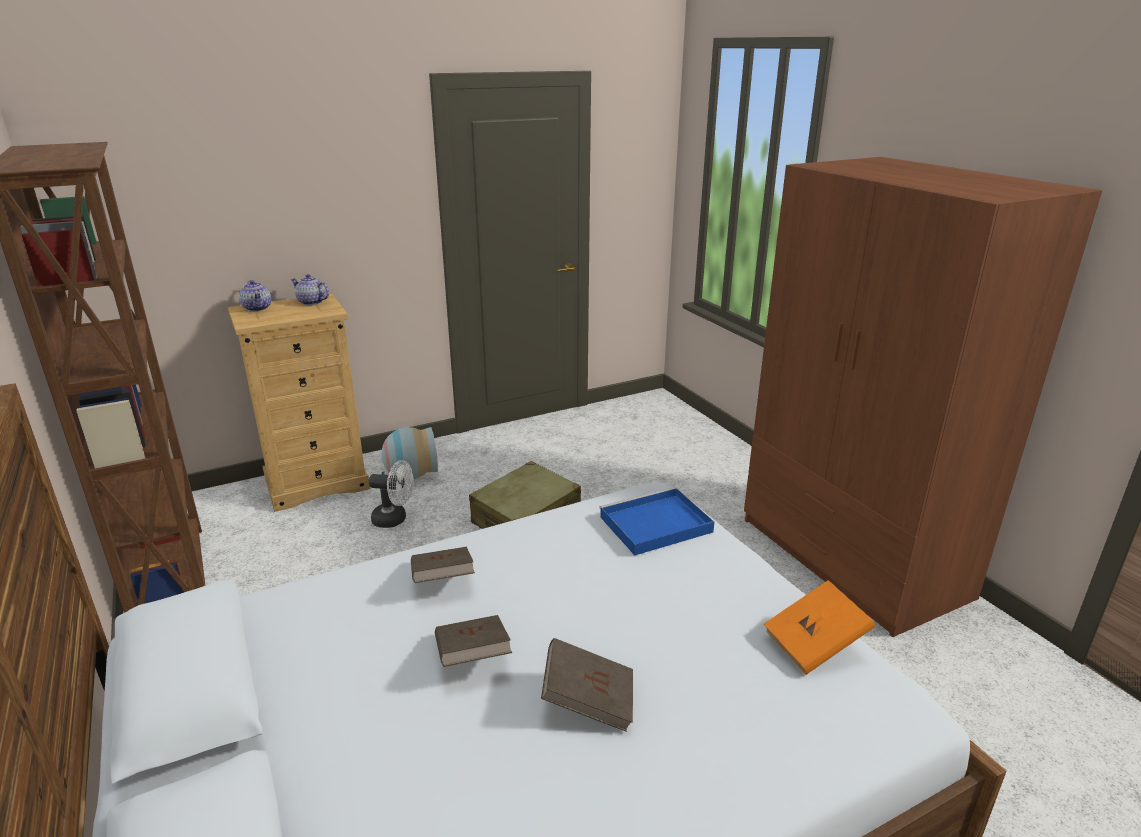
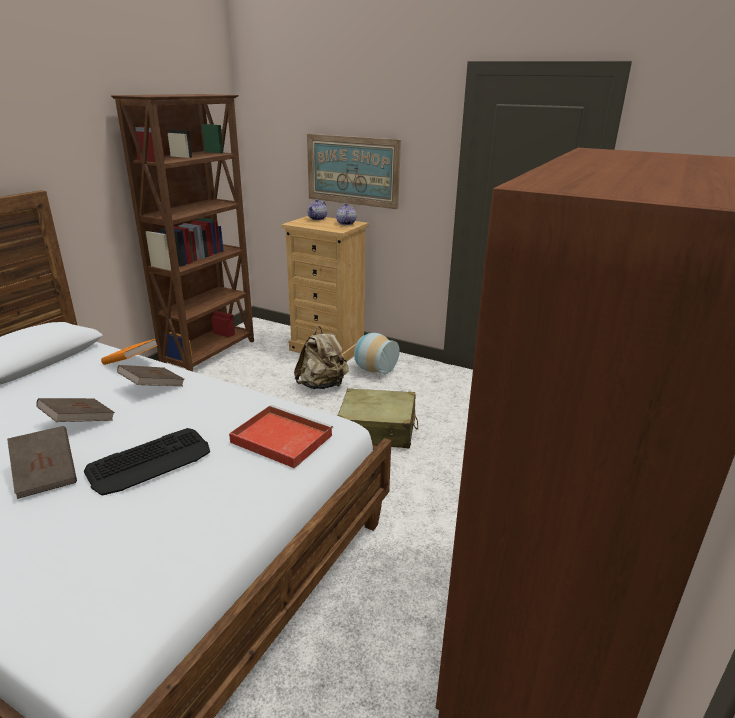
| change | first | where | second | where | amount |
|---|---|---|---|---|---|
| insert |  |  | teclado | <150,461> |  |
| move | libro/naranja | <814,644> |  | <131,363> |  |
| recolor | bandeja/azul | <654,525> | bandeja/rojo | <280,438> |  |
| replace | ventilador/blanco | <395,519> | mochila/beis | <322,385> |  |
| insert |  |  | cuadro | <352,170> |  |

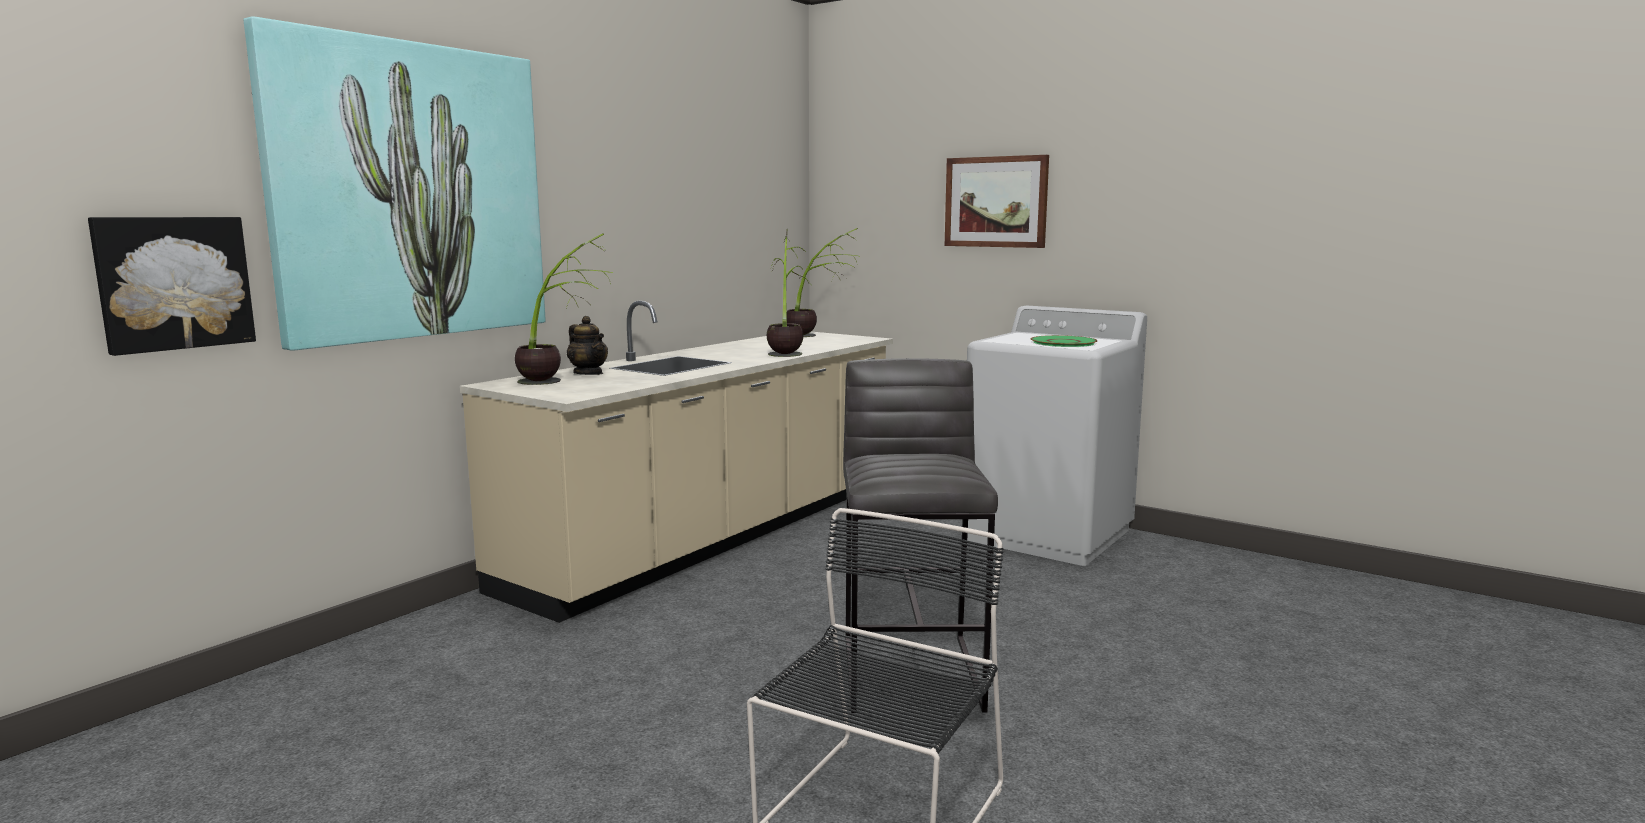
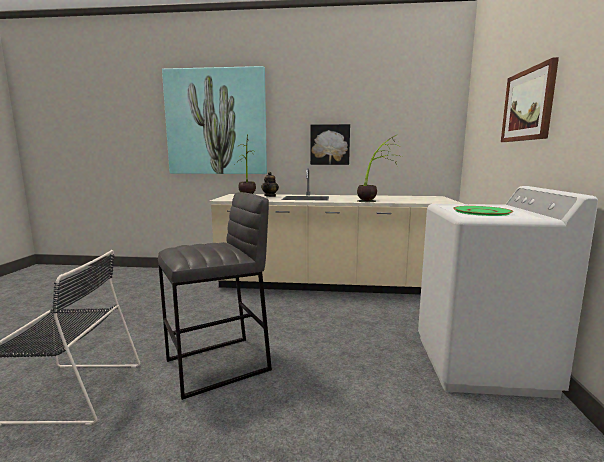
| change | first | where | second | where | amount |
|---|---|---|---|---|---|
| move | cuadro | <174,283> |  | <330,144> |  |
| delete | planta en maceta | <818,336> |  |  |  |

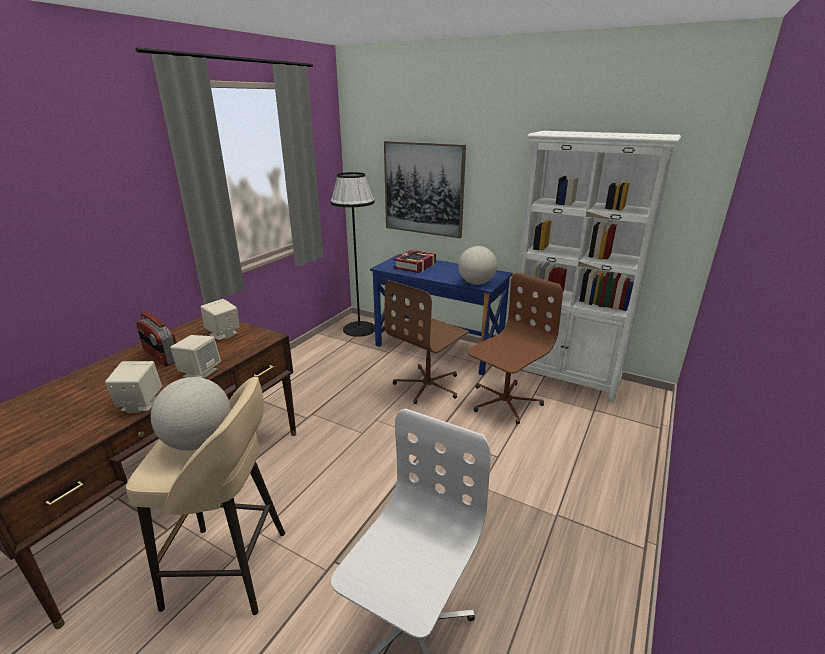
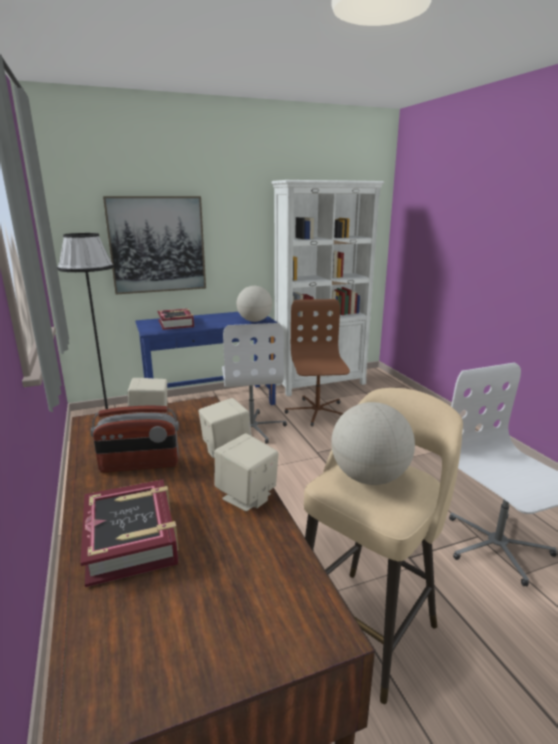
| change | first | where | second | where | amount |
|---|---|---|---|---|---|
| insert |  |  | libro | <132,538> |  |
| recolor | silla de oficina/marrón | <428,385> | silla de oficina/blanco | <252,428> |  |

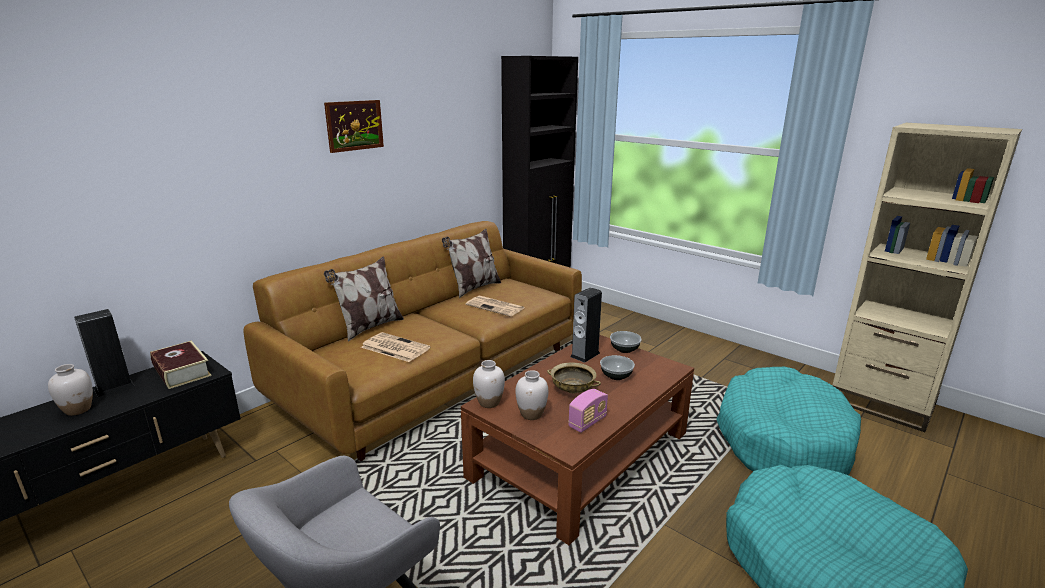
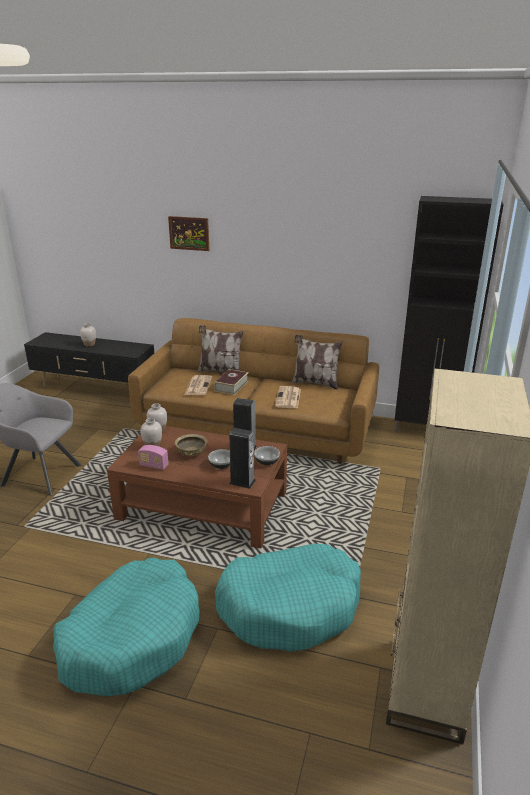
| change | first | where | second | where | amount |
|---|---|---|---|---|---|
| move | cuadro | <354,125> |  | <189,233> |  |
| move | libro | <182,371> |  | <231,386> |  |
| move | altavoz | <114,387> |  | <242,482> |  |

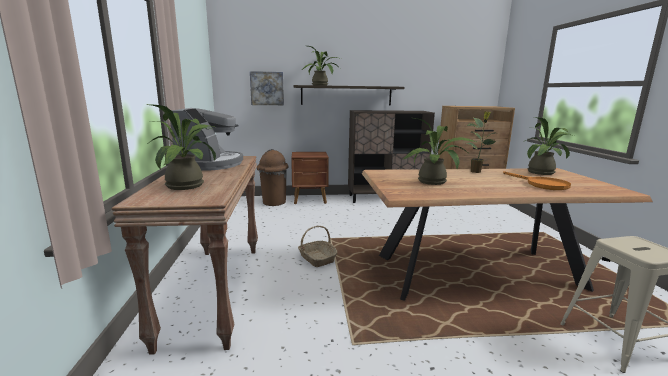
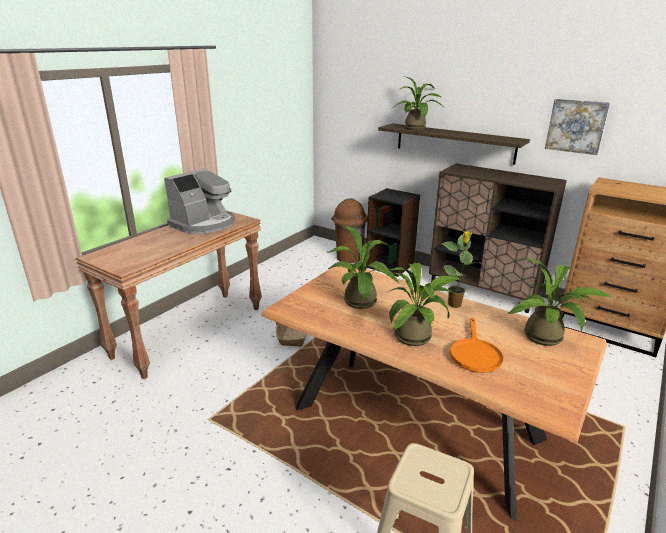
| change | first | where | second | where | amount |
|---|---|---|---|---|---|
| replace | mesita de noche/marrón | <310,199> | estantería/negro | <390,265> |  |
| move | planta en maceta | <189,185> |  | <417,337> |  |
| move | cuadro | <267,88> |  | <576,126> |  |

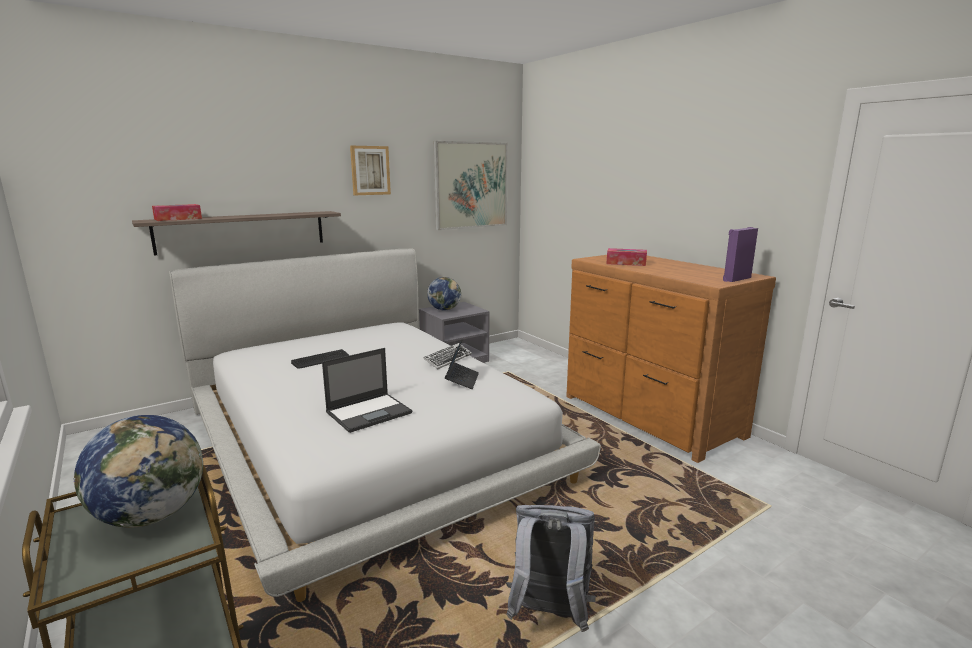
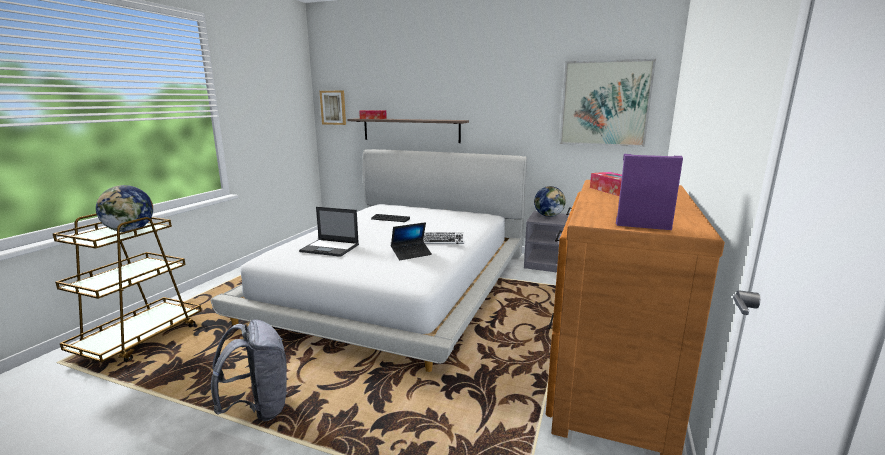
| change | first | where | second | where | amount |
|---|---|---|---|---|---|
| move | cuadro | <370,170> |  | <333,107> |  |

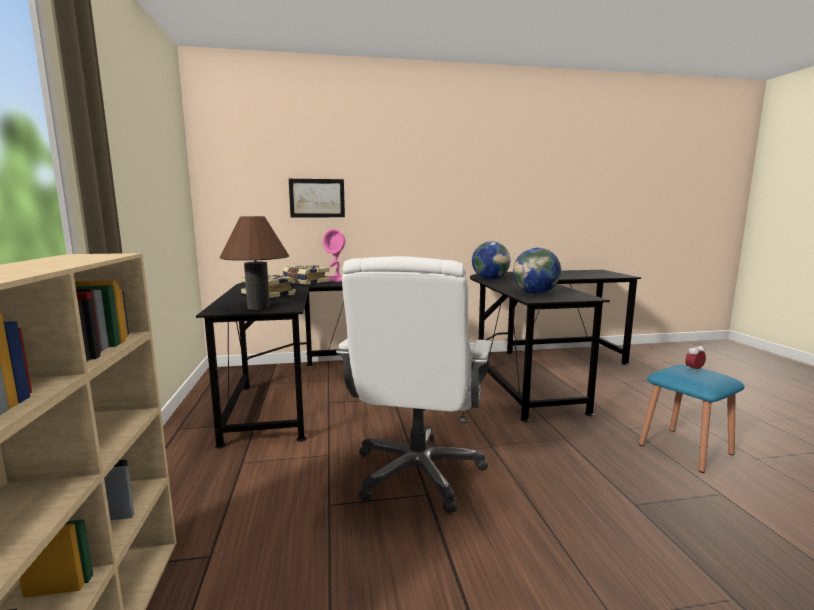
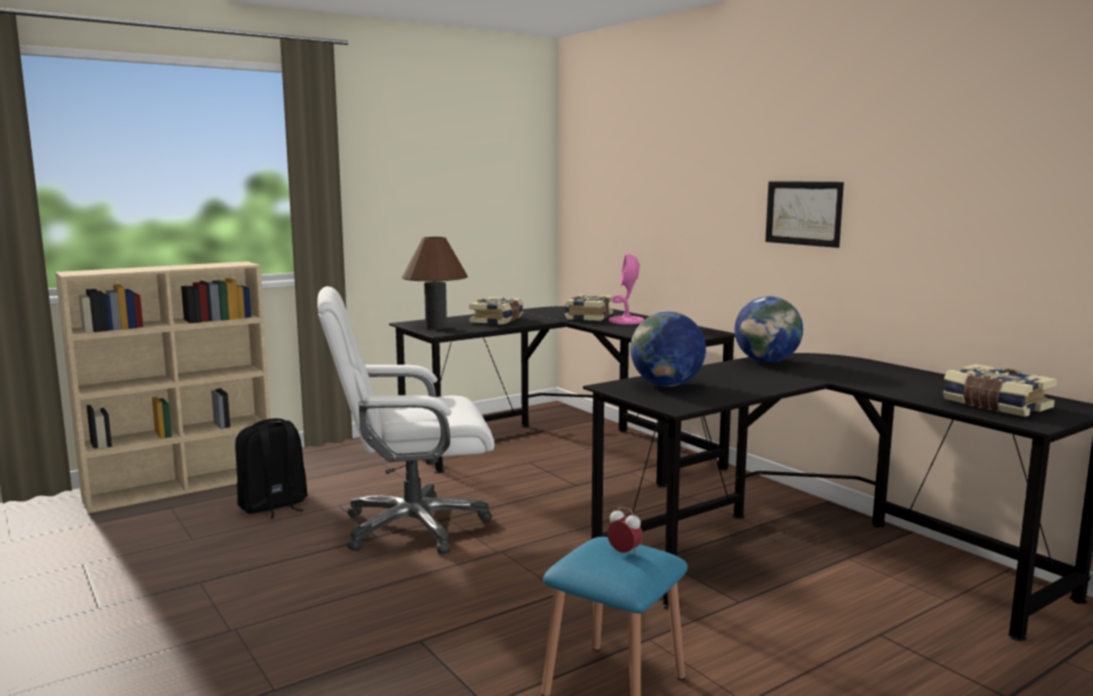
| change | first | where | second | where | amount |
|---|---|---|---|---|---|
| insert |  |  | mochila/negro | <273,506> |  |
| move | cuadro | <317,198> |  | <803,213> |  |
| insert |  |  | libro | <995,405> |  |

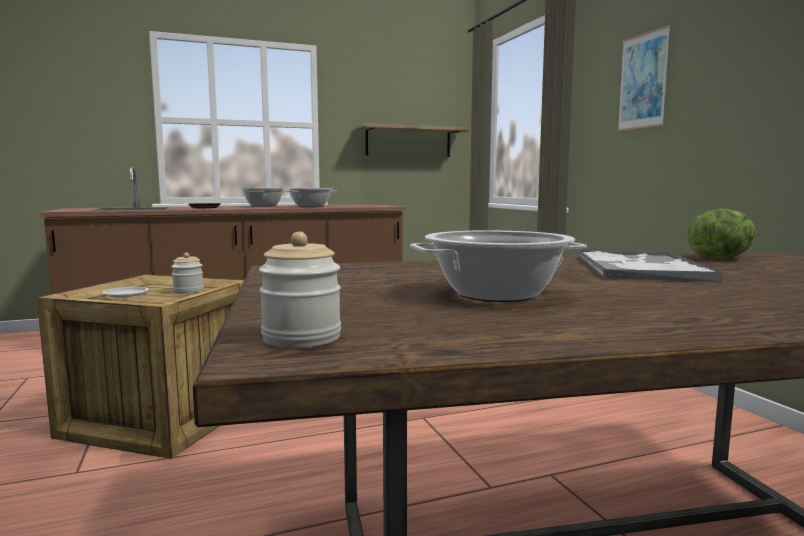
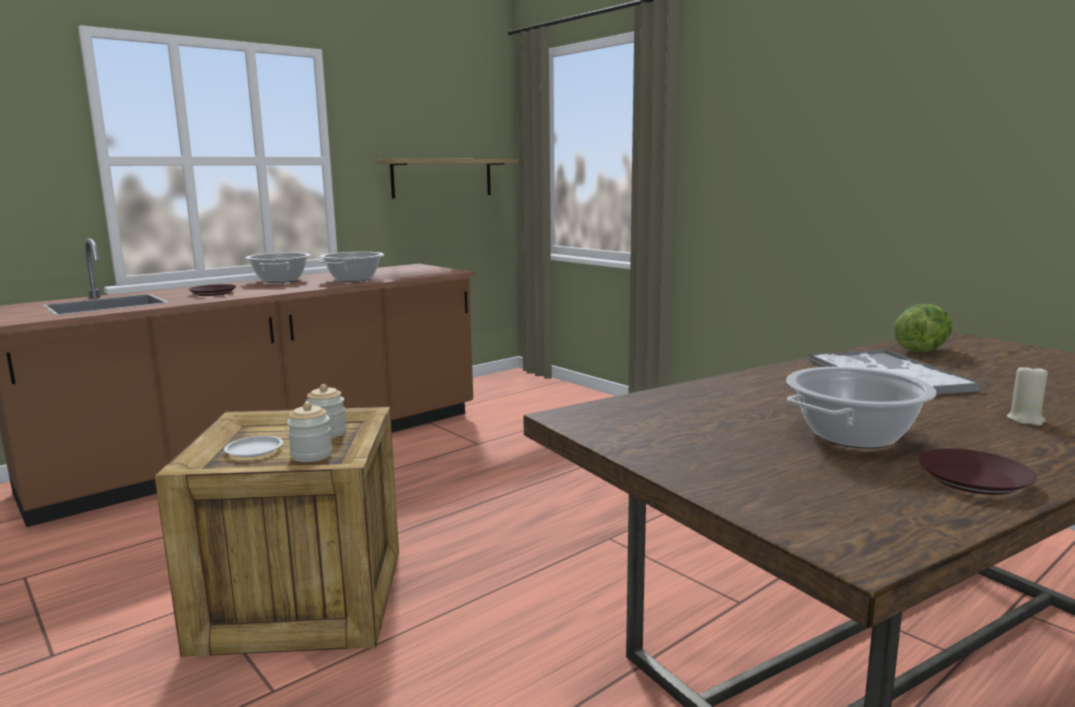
| change | first | where | second | where | amount |
|---|---|---|---|---|---|
| move | tarro | <301,338> |  | <311,455> |  |
| insert |  |  | plato/marrón | <974,480> |  |
| insert |  |  | vela/beis | <1025,420> |  |
| delete | cuadro | <643,81> |  |  |  |

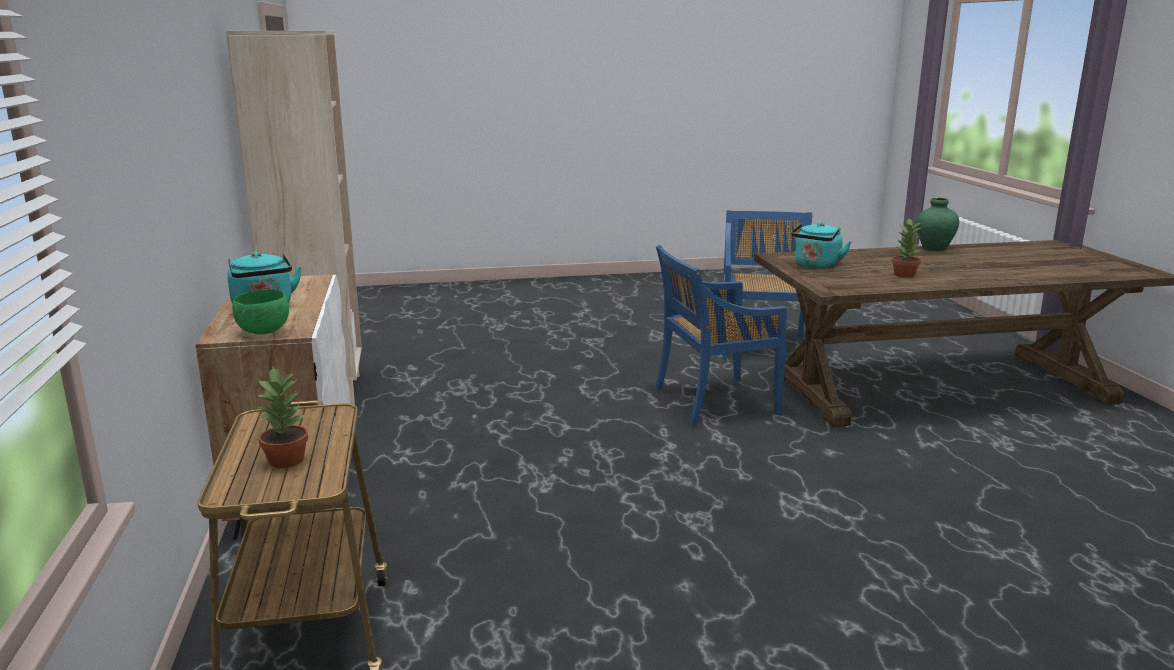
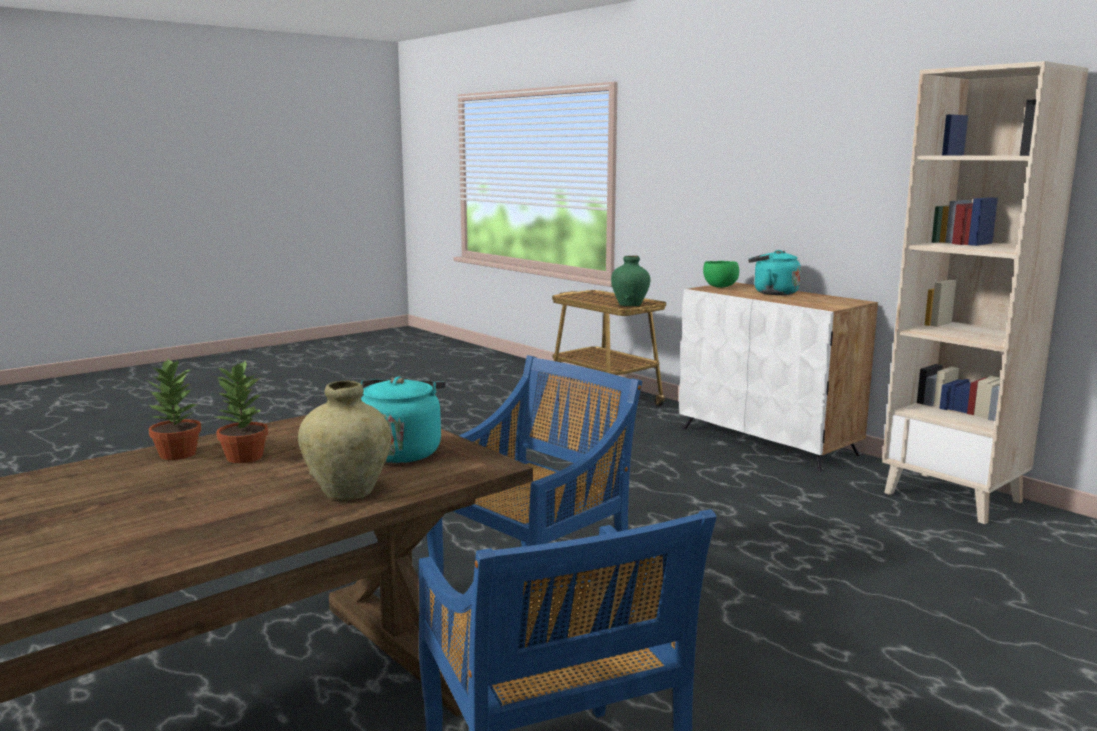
| change | first | where | second | where | amount |
|---|---|---|---|---|---|
| move | planta en maceta | <287,460> |  | <177,454> |  |
| insert |  |  | florero/beis | <348,492> |  |
| move | florero/verde | <933,248> |  | <630,305> |  |

